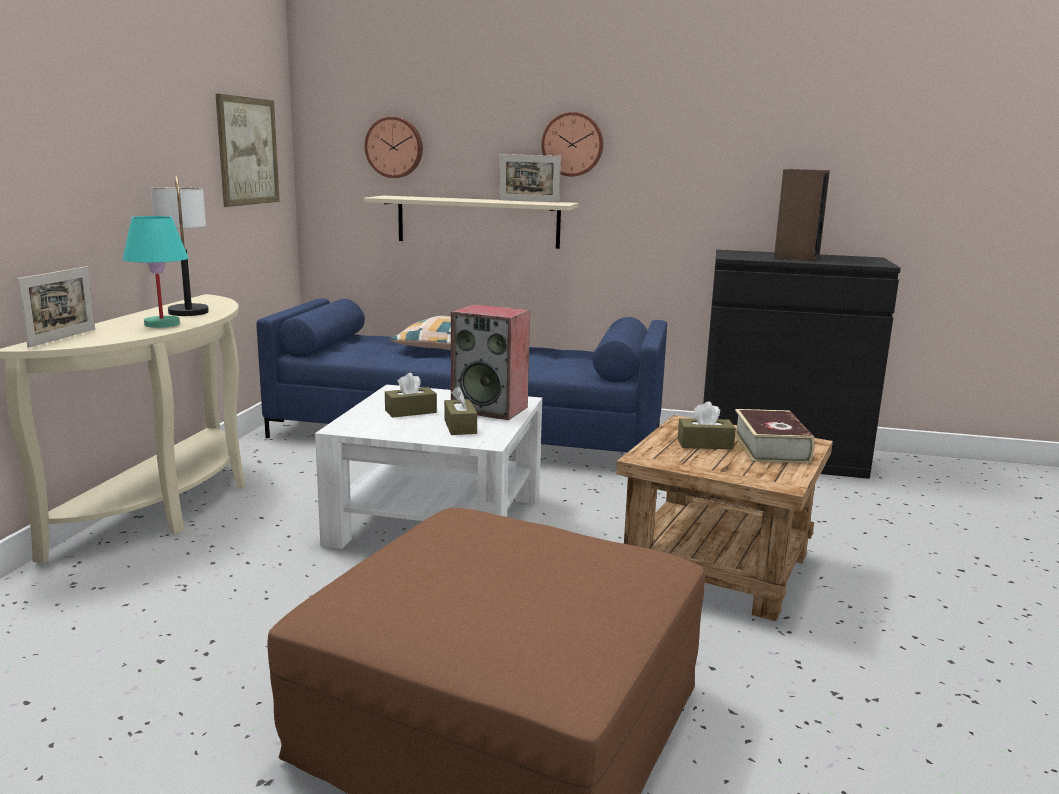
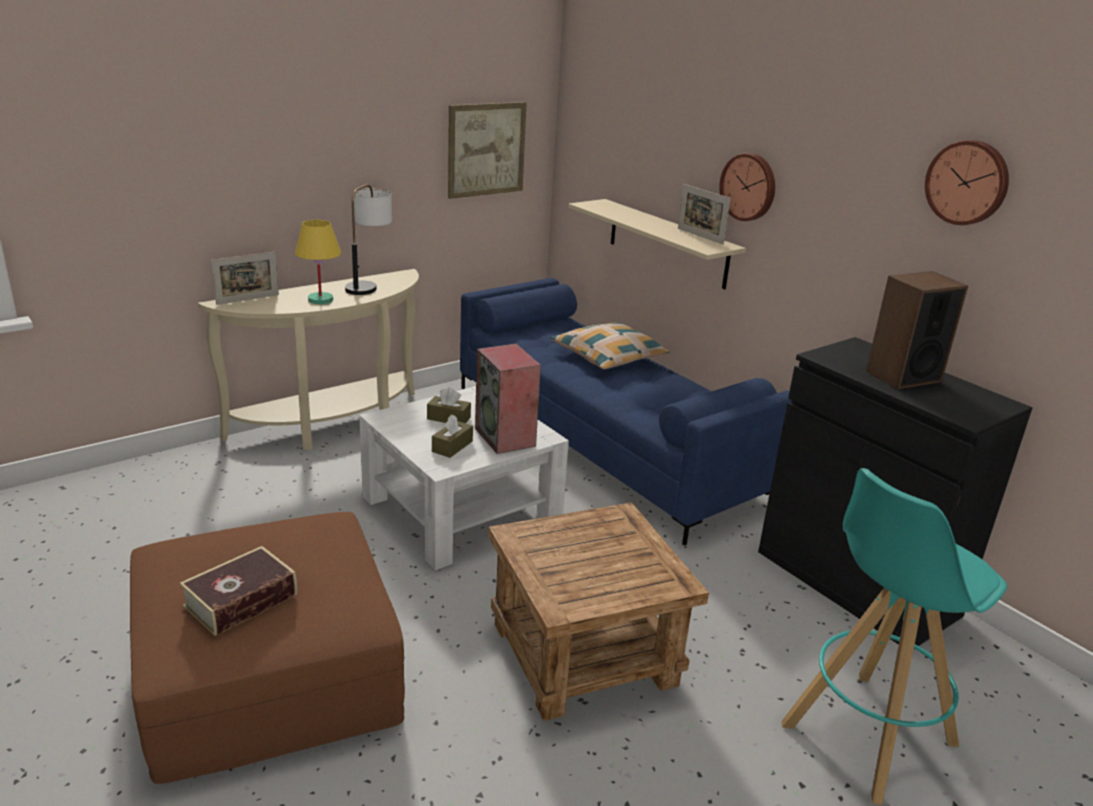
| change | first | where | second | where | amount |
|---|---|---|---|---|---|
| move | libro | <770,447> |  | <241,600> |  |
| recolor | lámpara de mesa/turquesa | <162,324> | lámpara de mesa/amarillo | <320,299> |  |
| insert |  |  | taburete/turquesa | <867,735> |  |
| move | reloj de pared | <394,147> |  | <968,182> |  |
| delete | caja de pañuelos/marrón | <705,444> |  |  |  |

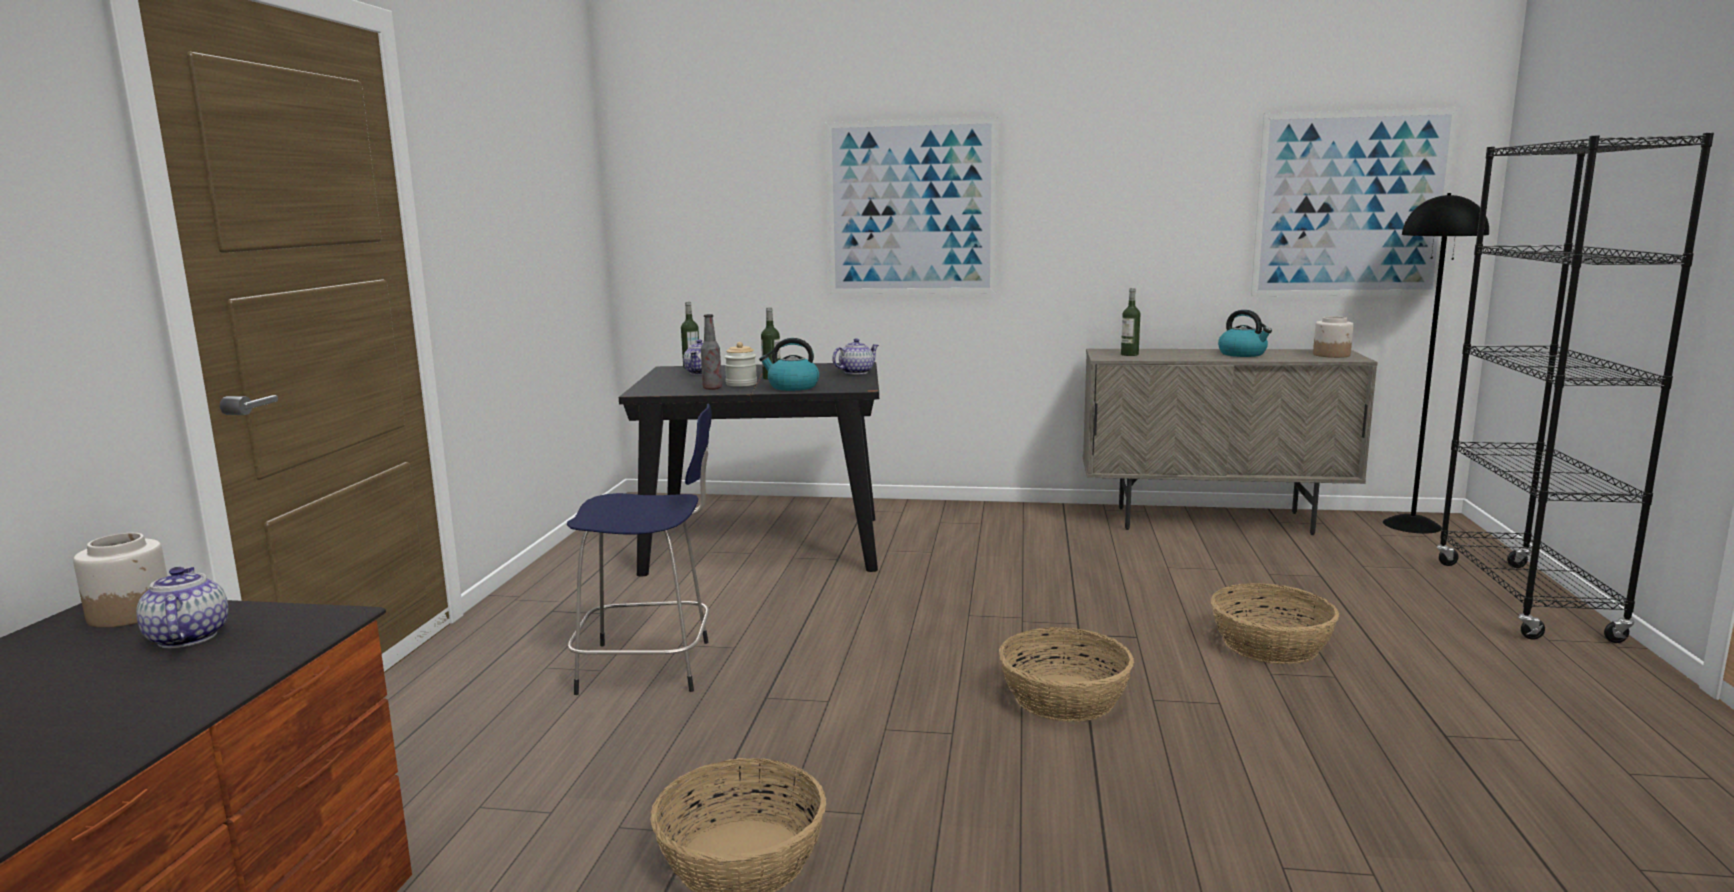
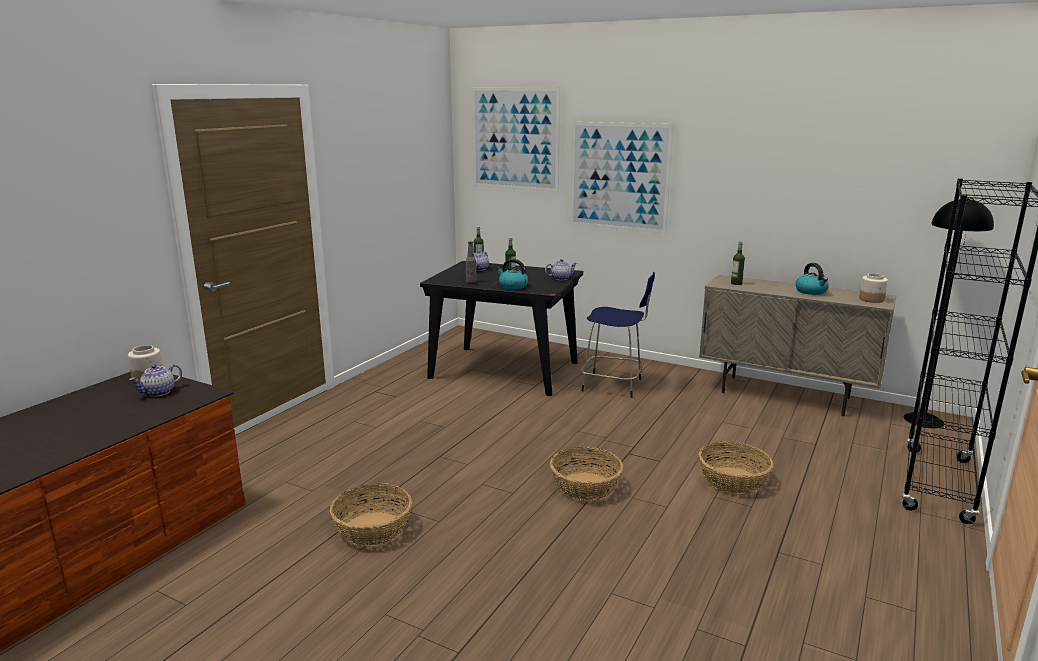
| change | first | where | second | where | amount |
|---|---|---|---|---|---|
| rotate | tetera | <186,637> |  | <159,392> | 135 degrees counterclockwise |
| move | cuadro | <1351,205> |  | <515,139> |  |
| move | taburete/azul | <651,667> |  | <614,385> |  |
| delete | tarro | <741,384> |  |  |  |

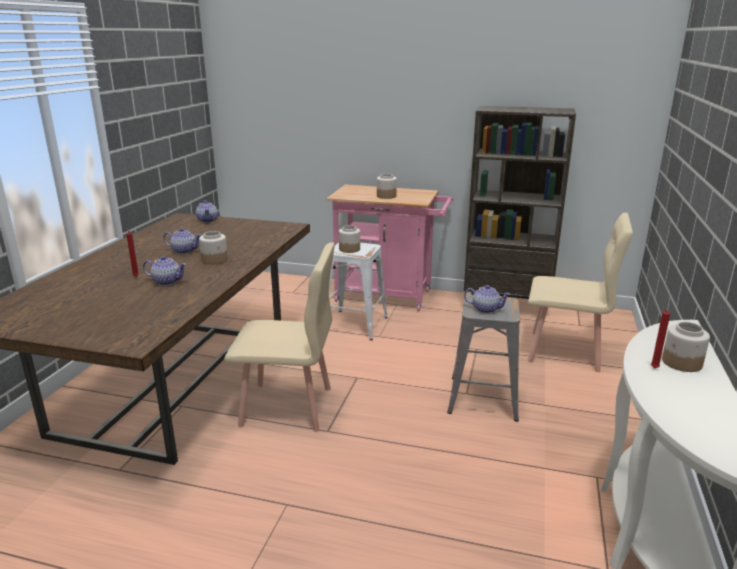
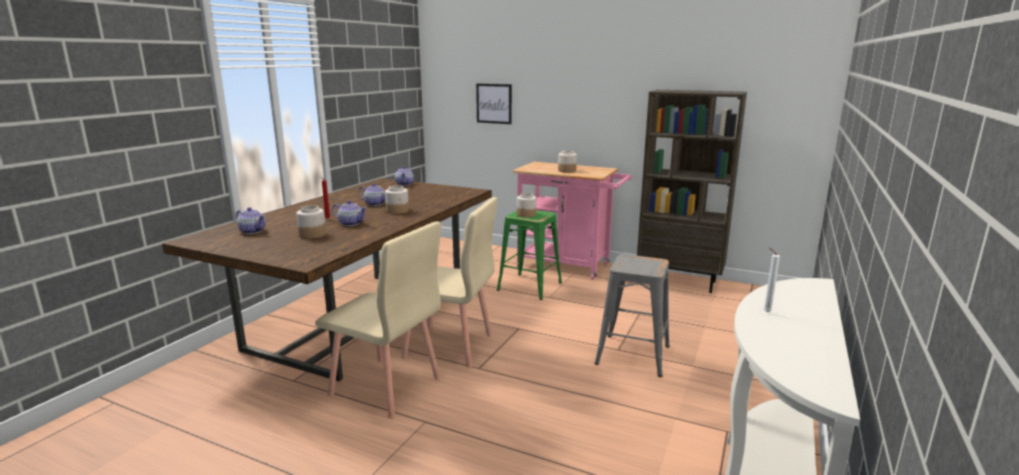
| change | first | where | second | where | amount |
|---|---|---|---|---|---|
| move | tetera | <485,309> |  | <252,231> |  |
| move | tarro | <681,363> |  | <312,234> |  |
| move | silla/beis | <565,351> |  | <386,386> |  |
| insert |  |  | cuadro | <494,103> |  |
| recolor | taburete/blanco | <355,324> | taburete/verde | <530,286> |  |
| recolor | vela/rojo | <652,368> | vela/blanco | <765,312> |  |

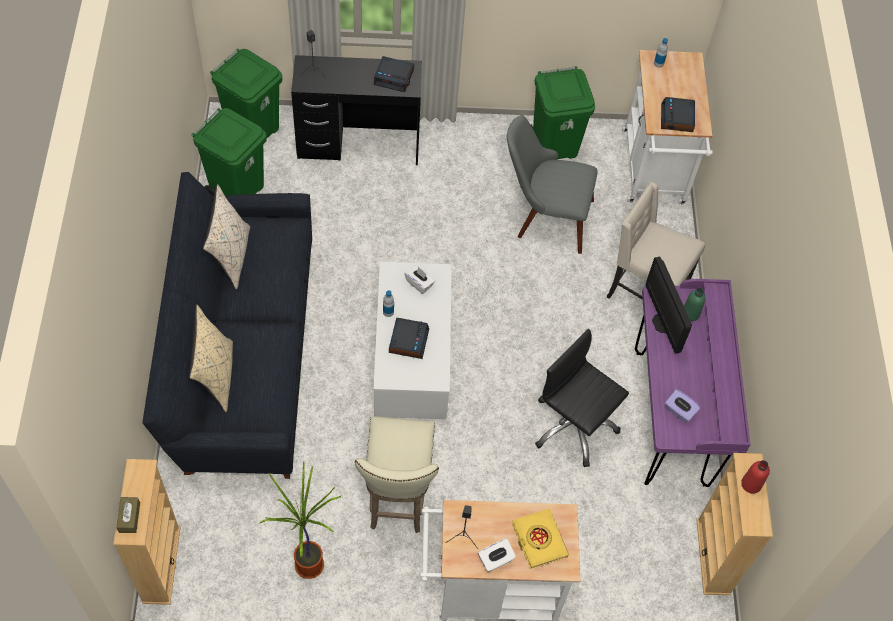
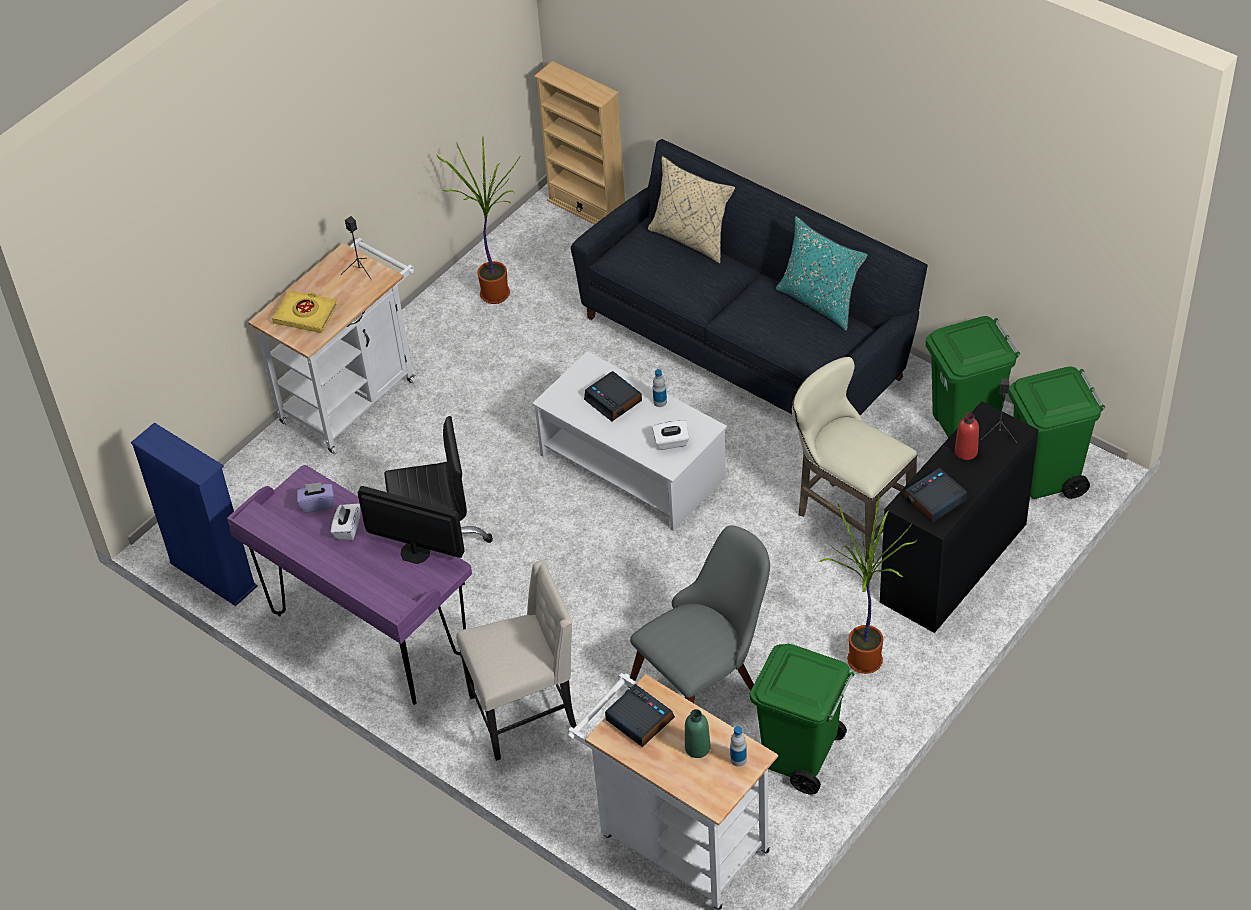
| change | first | where | second | where | amount |
|---|---|---|---|---|---|
| recolor | estantería/beis | <713,556> | estantería/azul | <213,575> |  |
| move | caja de pañuelos/blanco | <496,560> |  | <347,529> |  |
| move | botella/verde | <690,313> |  | <697,747> |  |
| recolor | cojín/beis | <230,256> | cojín/turquesa | <820,302> |  |
| move | taburete/beis | <397,497> |  | <848,516> |  |
| insert |  |  | planta en maceta | <863,663> |  |
| move | botella/rojo | <751,484> |  | <966,452> |  |
| delete | caja de pañuelos/marrón | <129,517> |  |  |  |

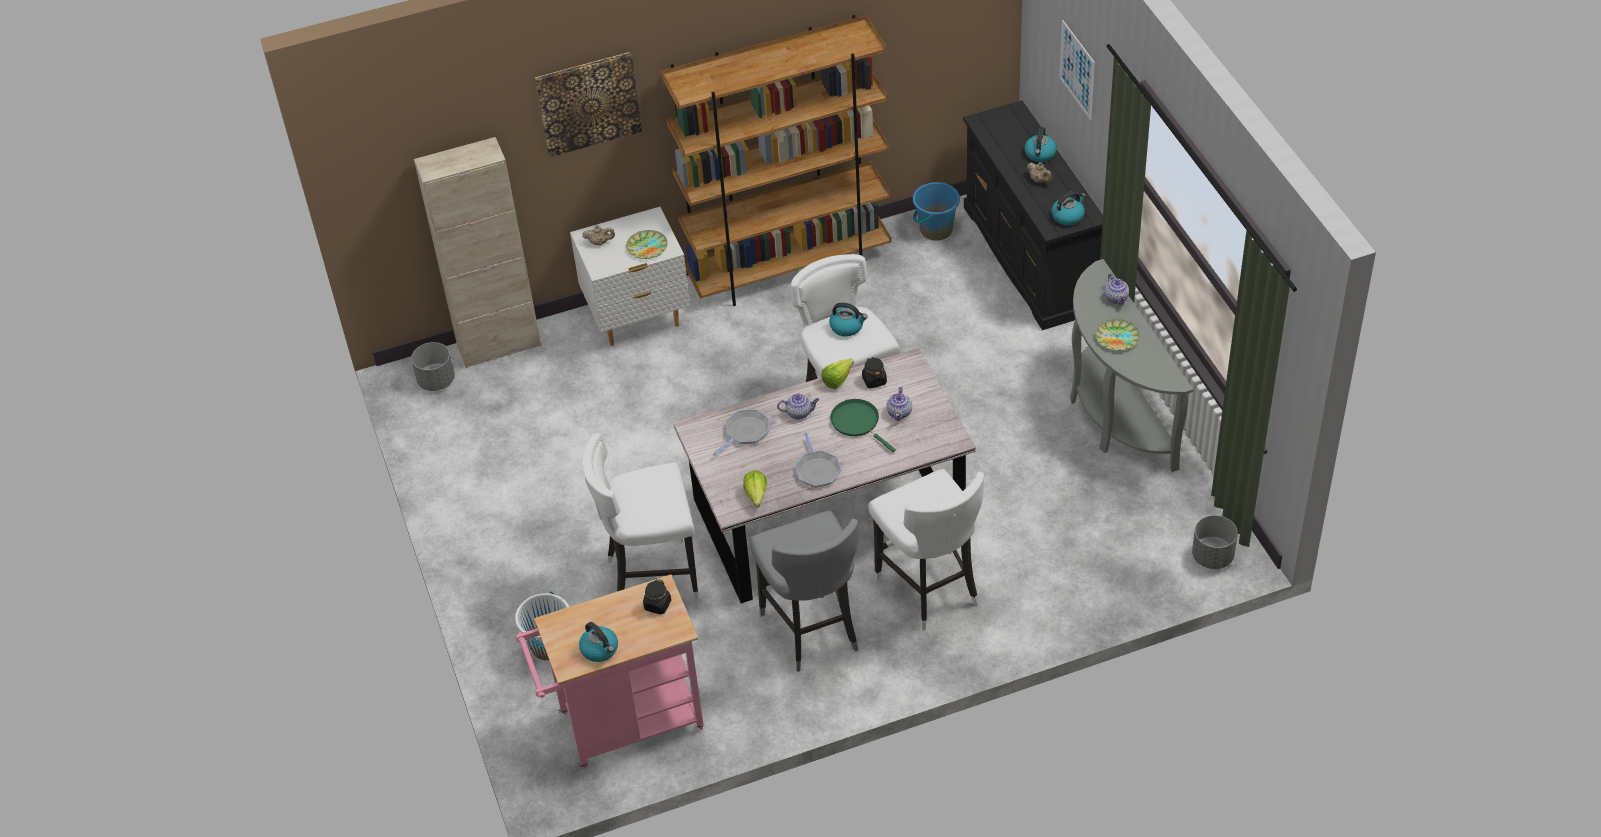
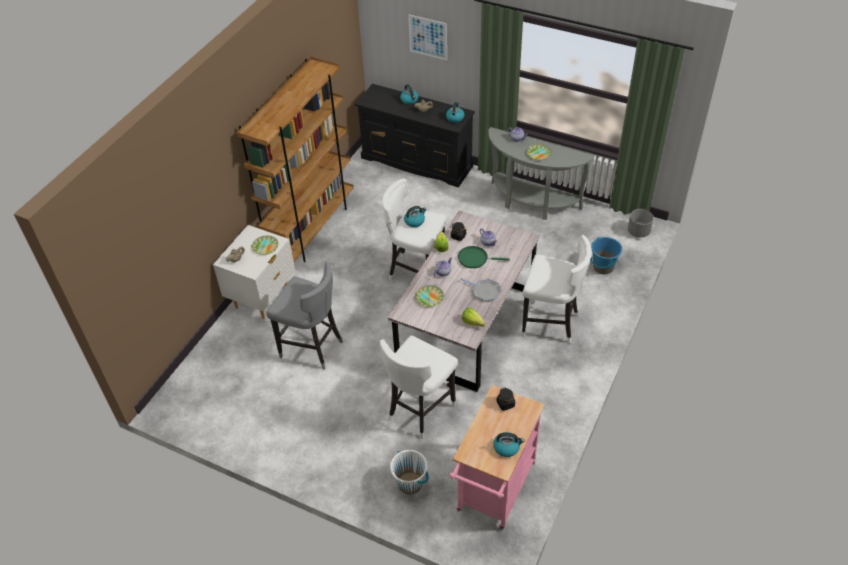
| change | first | where | second | where | amount |
|---|---|---|---|---|---|
| move | taburete/gris | <812,631> |  | <312,348> |  |
| replace | sartén | <745,432> | plato | <429,298> |  |
| move | cubo/azul | <936,230> |  | <603,267> |  |
| delete | maceta/gris | <436,380> |  |  |  |
| delete | armario/beis | <499,345> |  |  |  |
| delete | cuadro | <588,103> |  |  |  |

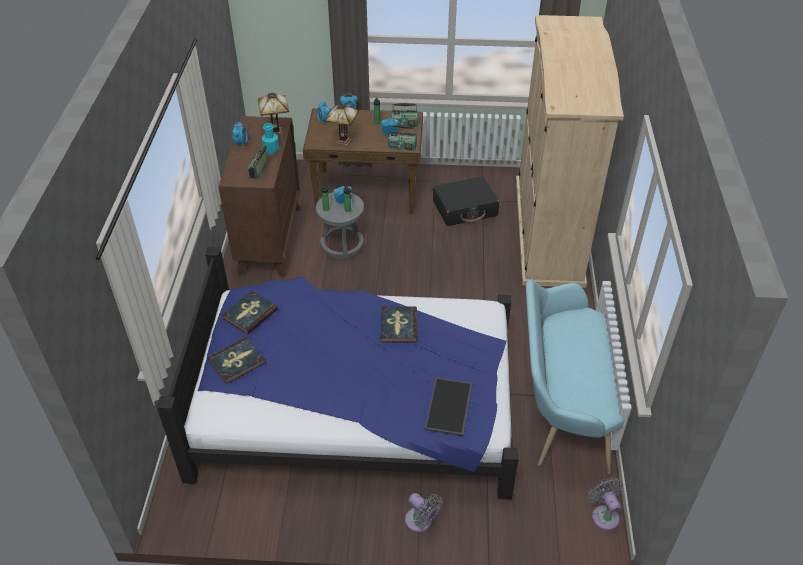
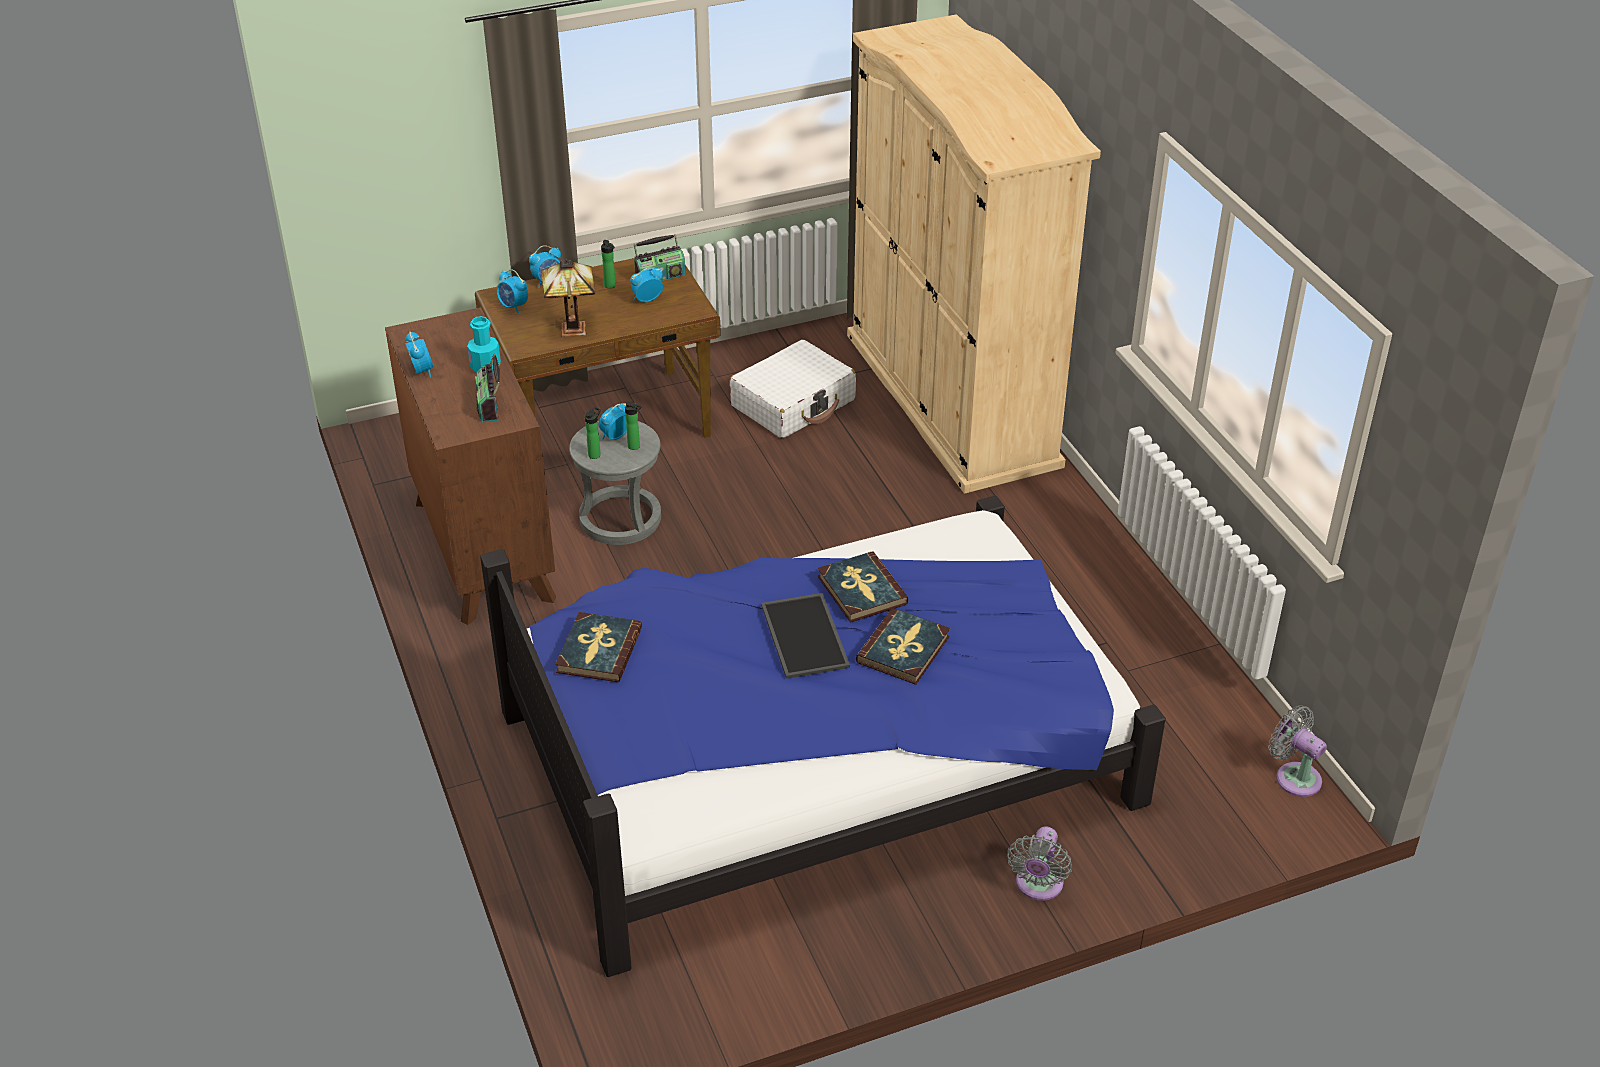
| change | first | where | second | where | amount |
|---|---|---|---|---|---|
| recolor | maleta/negro | <465,208> | maleta/blanco | <793,403> |  |
| move | bandeja | <450,407> |  | <806,636> |  |
| move | libro | <236,362> |  | <904,649> |  |
| rotate | ventilador/gris | <421,522> |  | <1038,886> | 90 degrees clockwise |
| delete | lámpara de mesa | <277,131> |  |  |  |
| delete | radio | <402,146> |  |  |  |
| delete | banco/turquesa | <560,407> |  |  |  |

